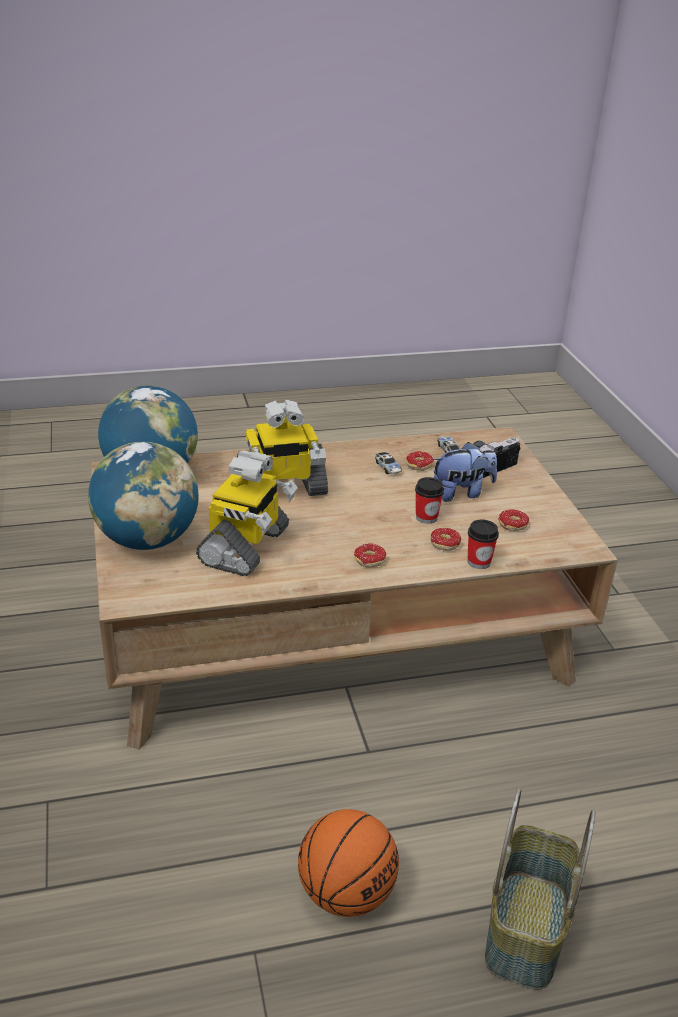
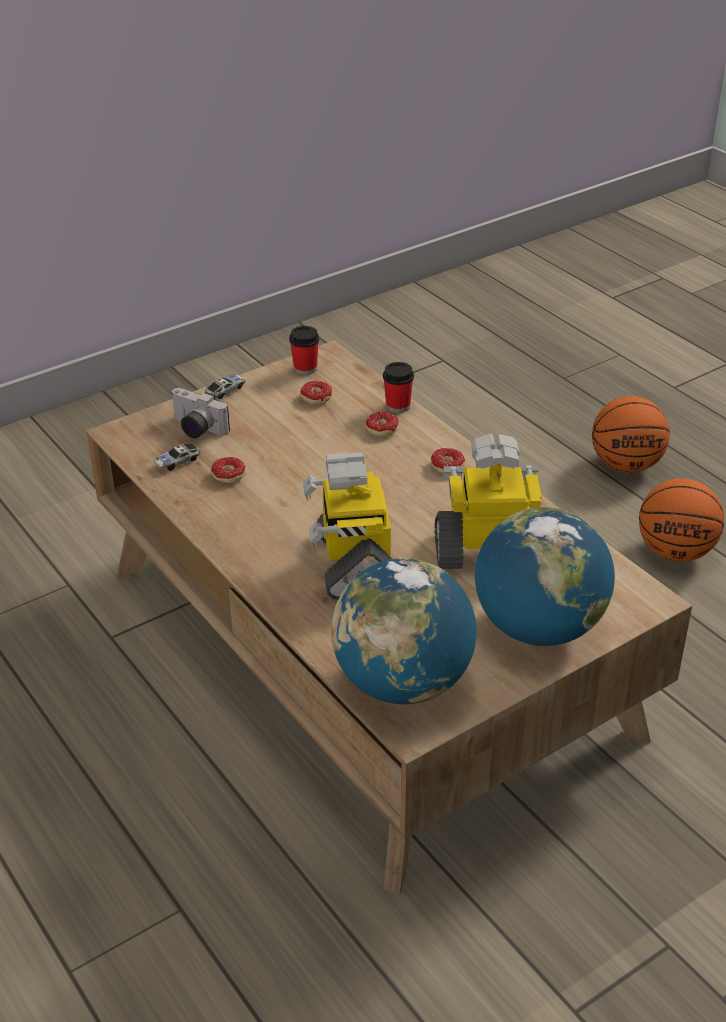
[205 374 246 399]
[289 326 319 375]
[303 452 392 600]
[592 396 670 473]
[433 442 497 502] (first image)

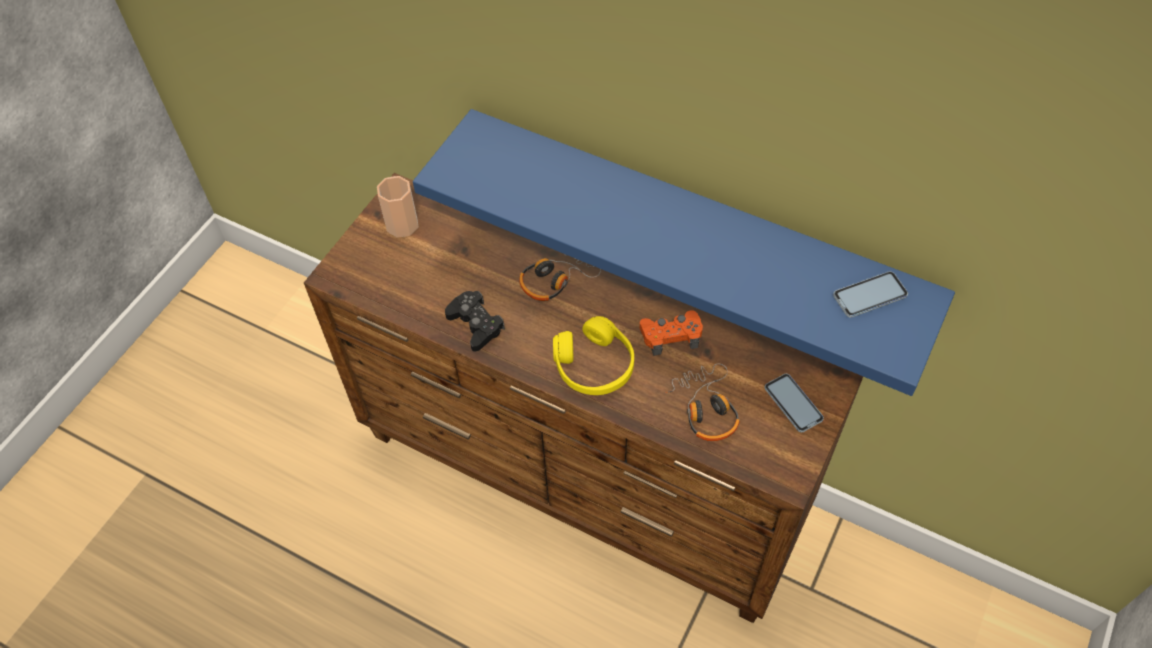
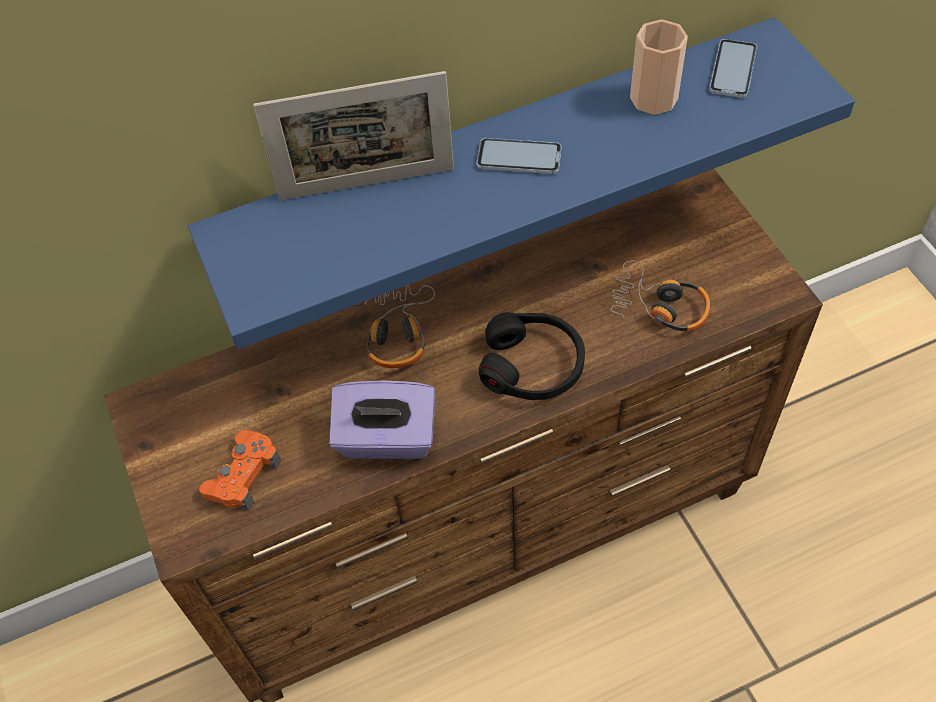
[199 430 281 511]
[253 71 454 200]
[329 381 436 459]
[477 138 562 174]
[479 312 585 400]
[630 19 688 115]

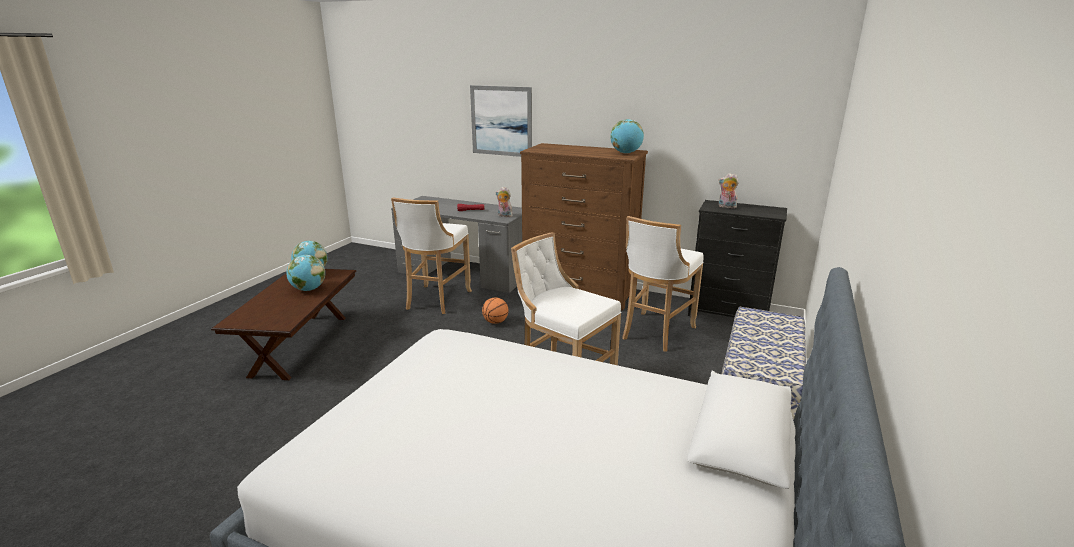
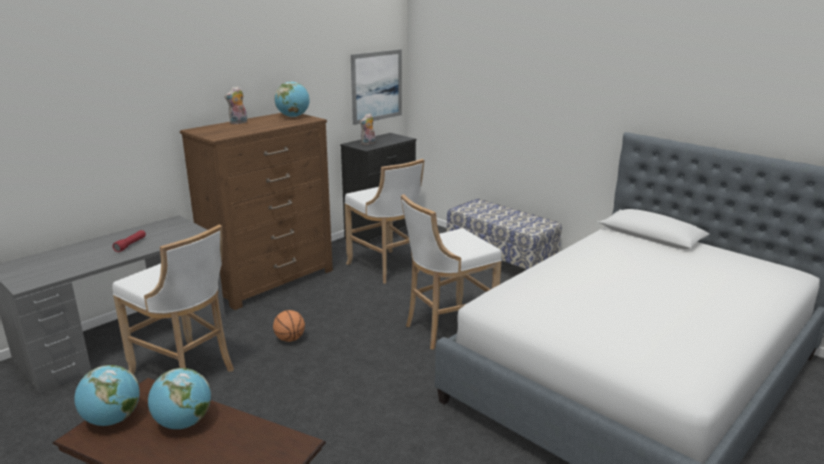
[225 86 247 124]
[351 49 402 125]

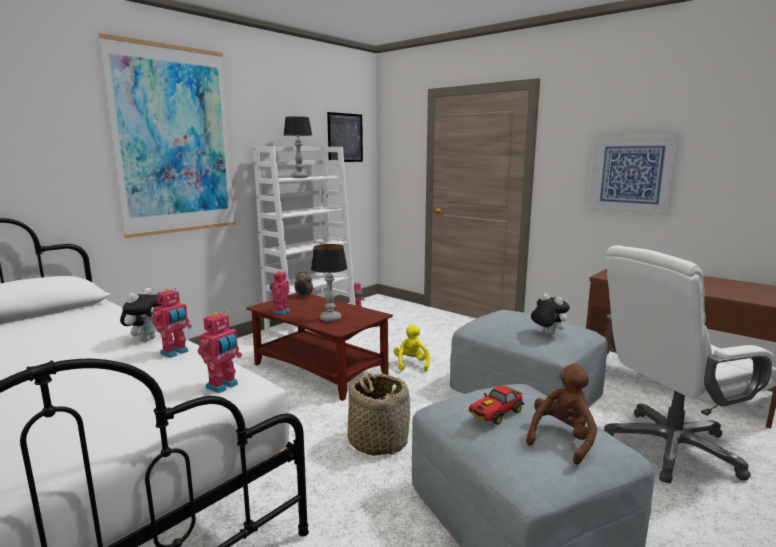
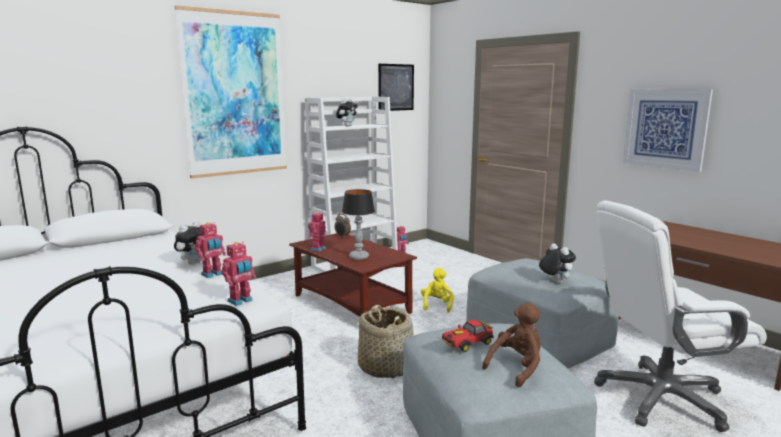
[336 99 358 126]

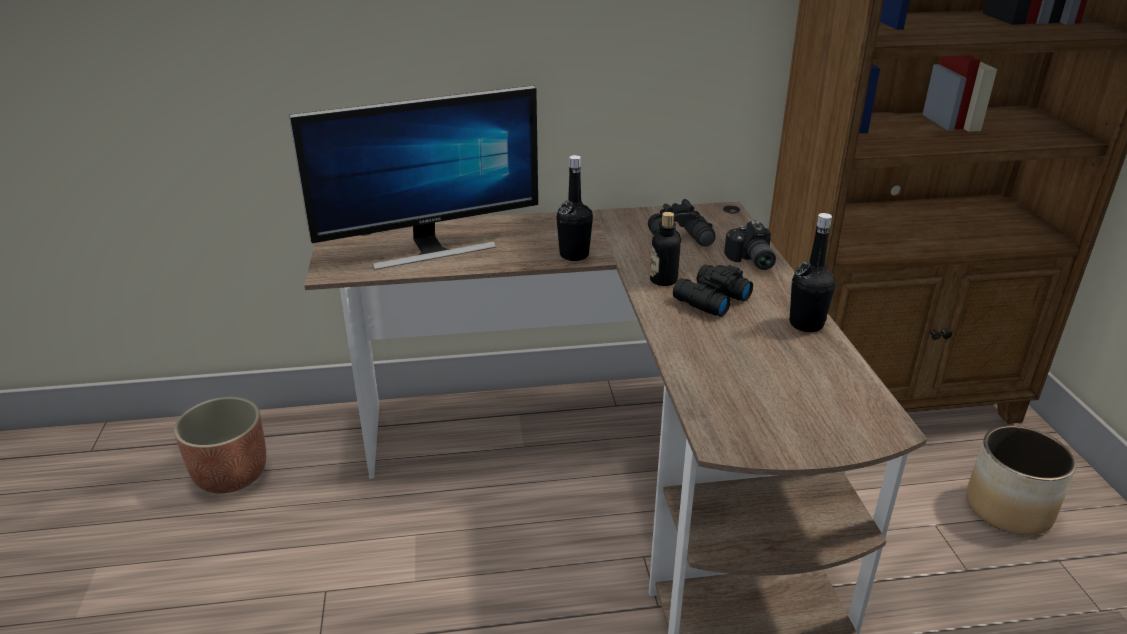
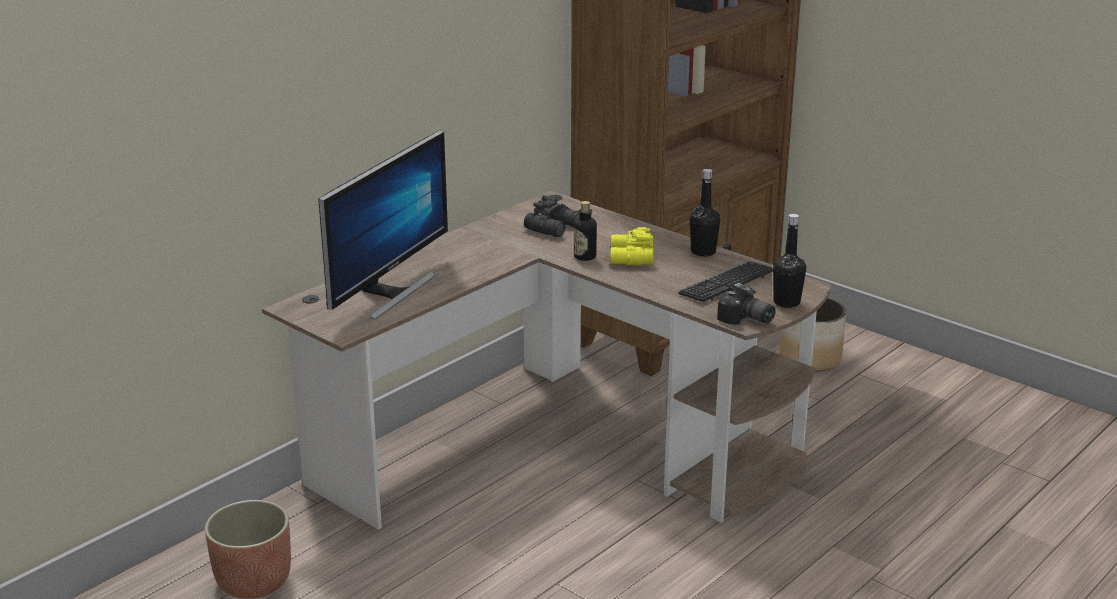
[610 227 653 265]
[678 261 773 302]
[717 283 775 325]
[773 214 806 308]

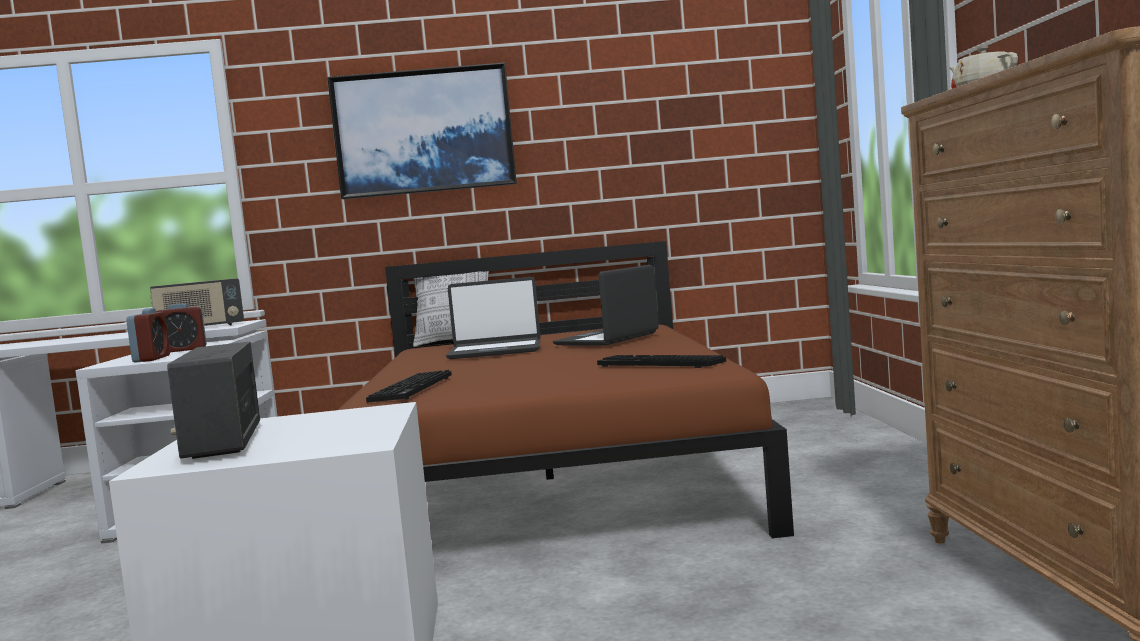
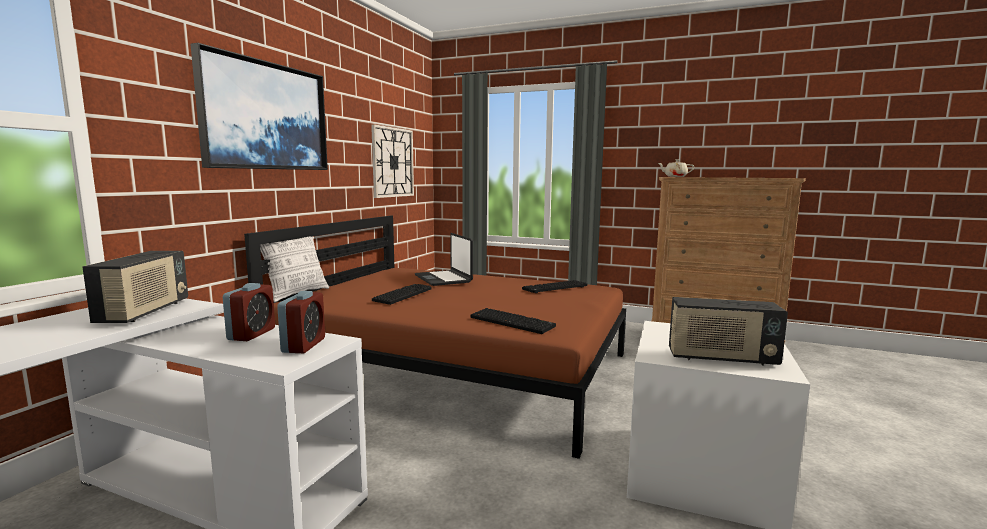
[277 291 325 353]
[371 124 414 198]
[372 284 432 305]

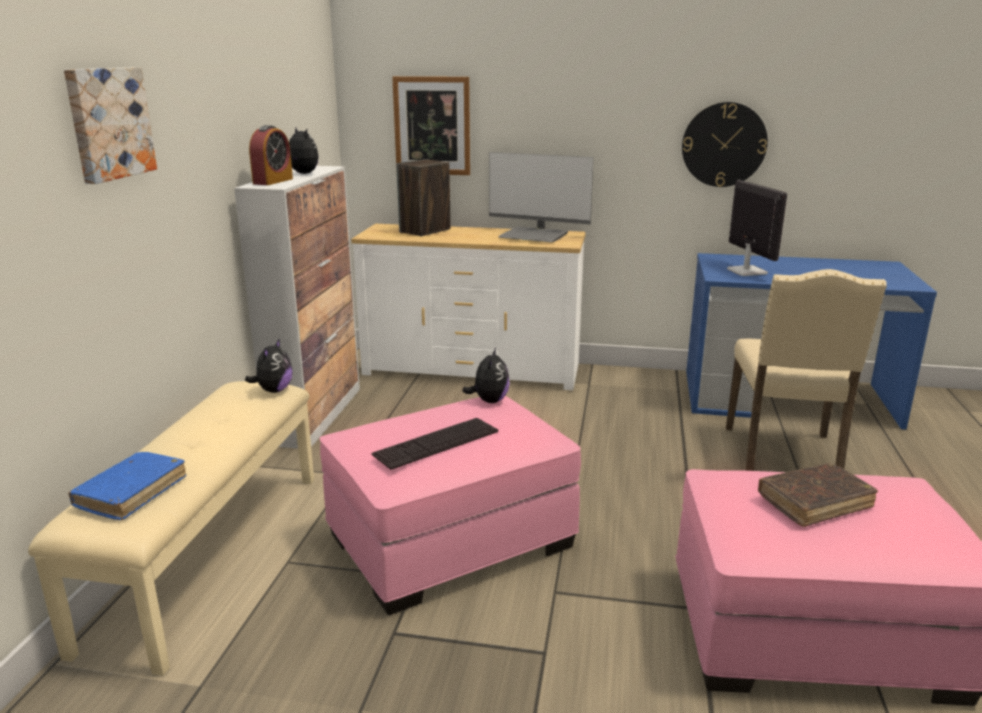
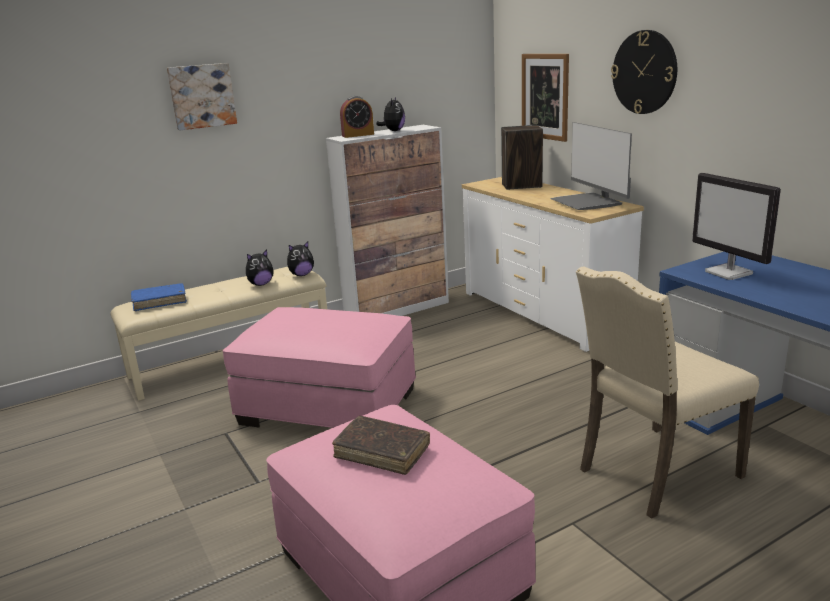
[246 250 274 286]
[611 30 677 114]
[692 173 781 280]
[371 418 498 470] (first image)

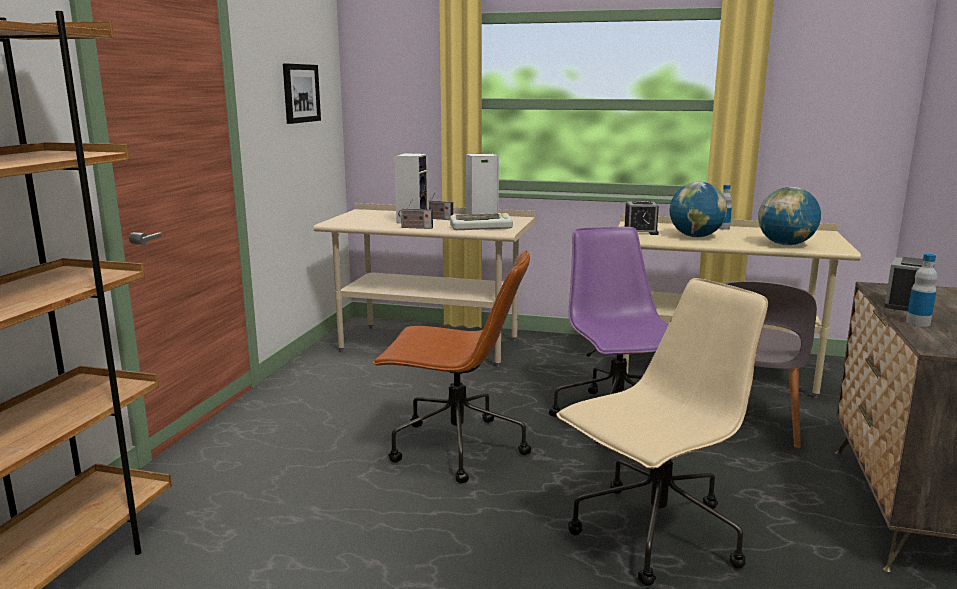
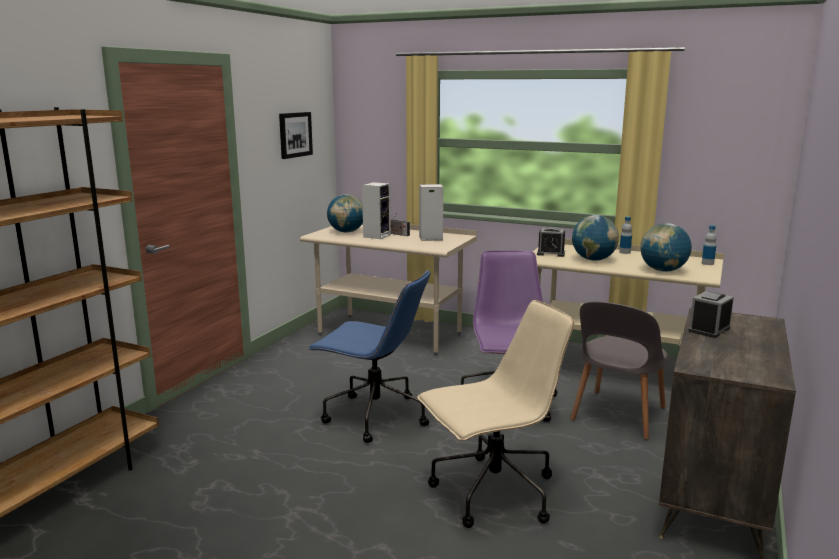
[307 269 431 443]
[327 194 363 233]
[702 225 717 265]
[398 199 433 229] (first image)
[450 213 513 230] (first image)

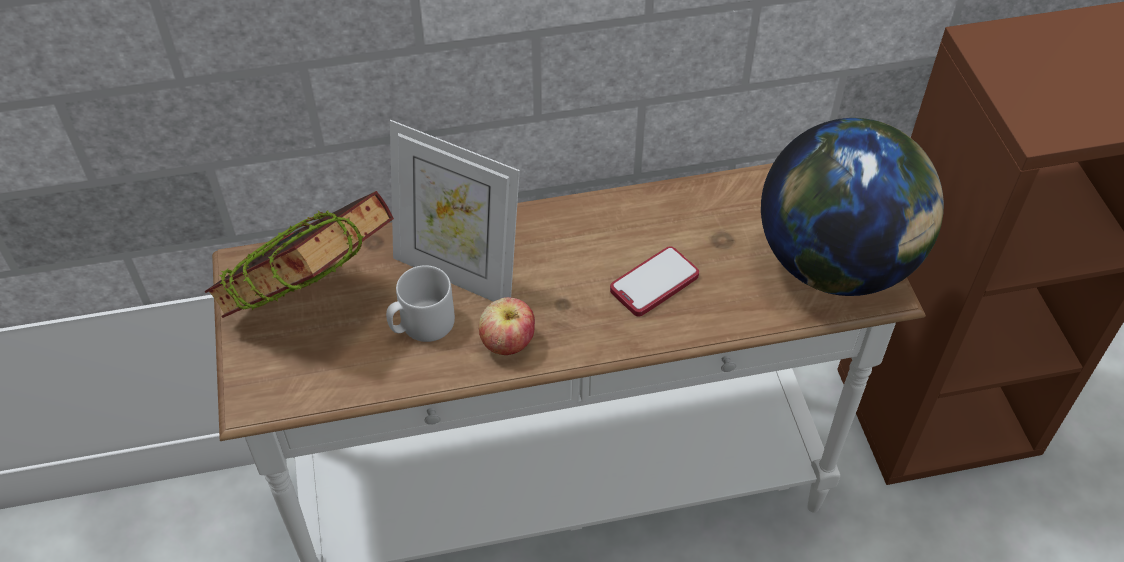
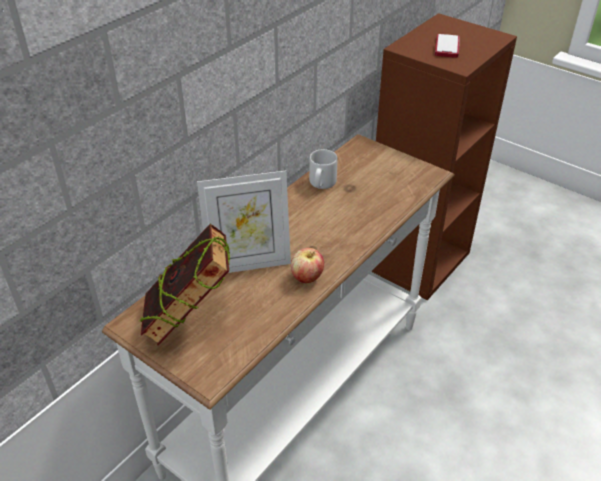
[309 149 338 189]
[435 34 460 58]
[761 118 944 296] (first image)

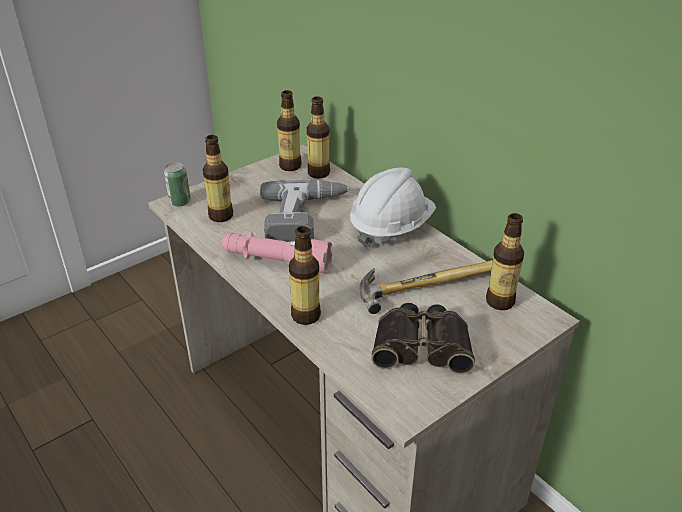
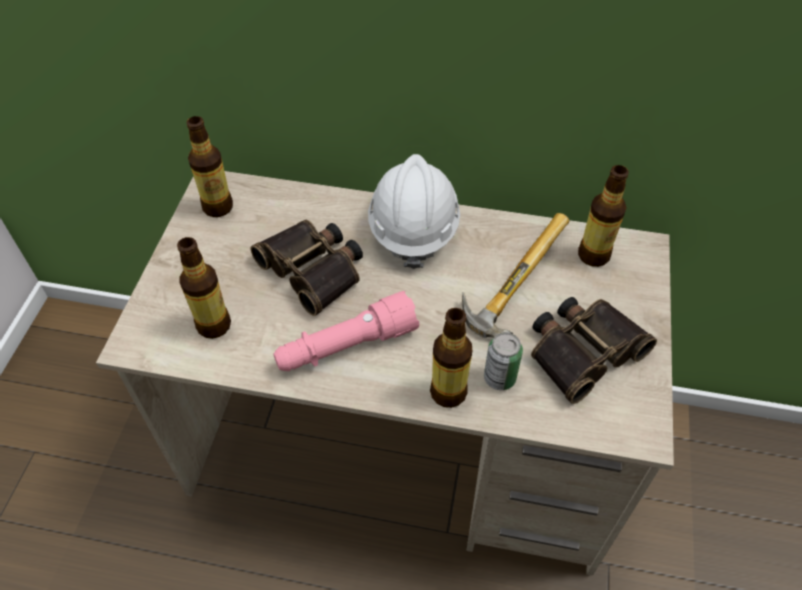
[250 219 363 316]
[484 332 523 390]
[307 97 330 179] (first image)

